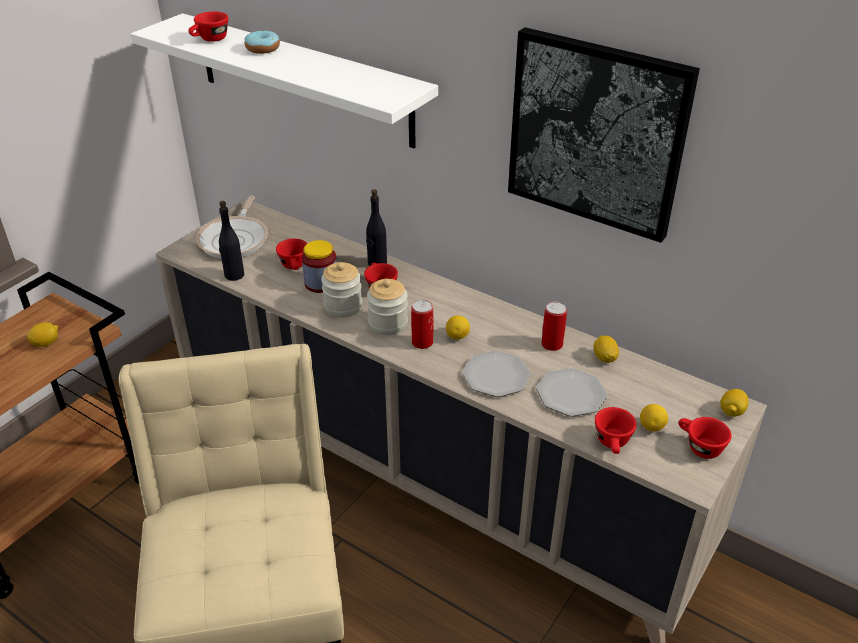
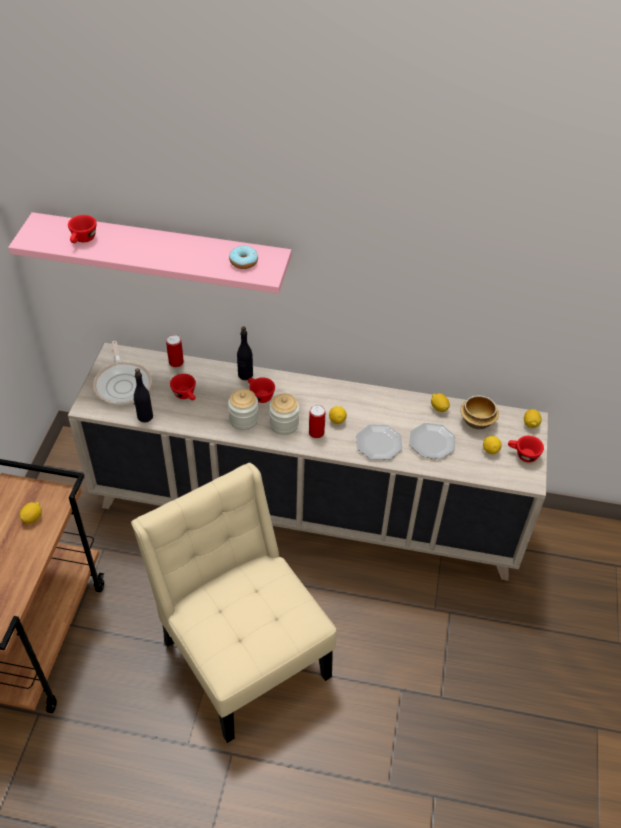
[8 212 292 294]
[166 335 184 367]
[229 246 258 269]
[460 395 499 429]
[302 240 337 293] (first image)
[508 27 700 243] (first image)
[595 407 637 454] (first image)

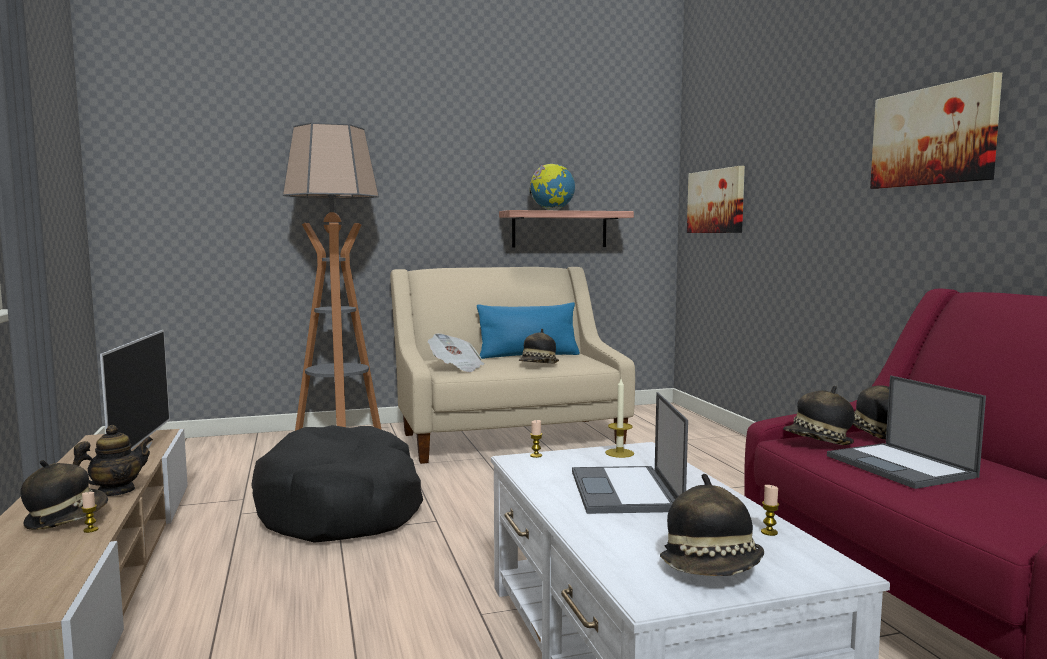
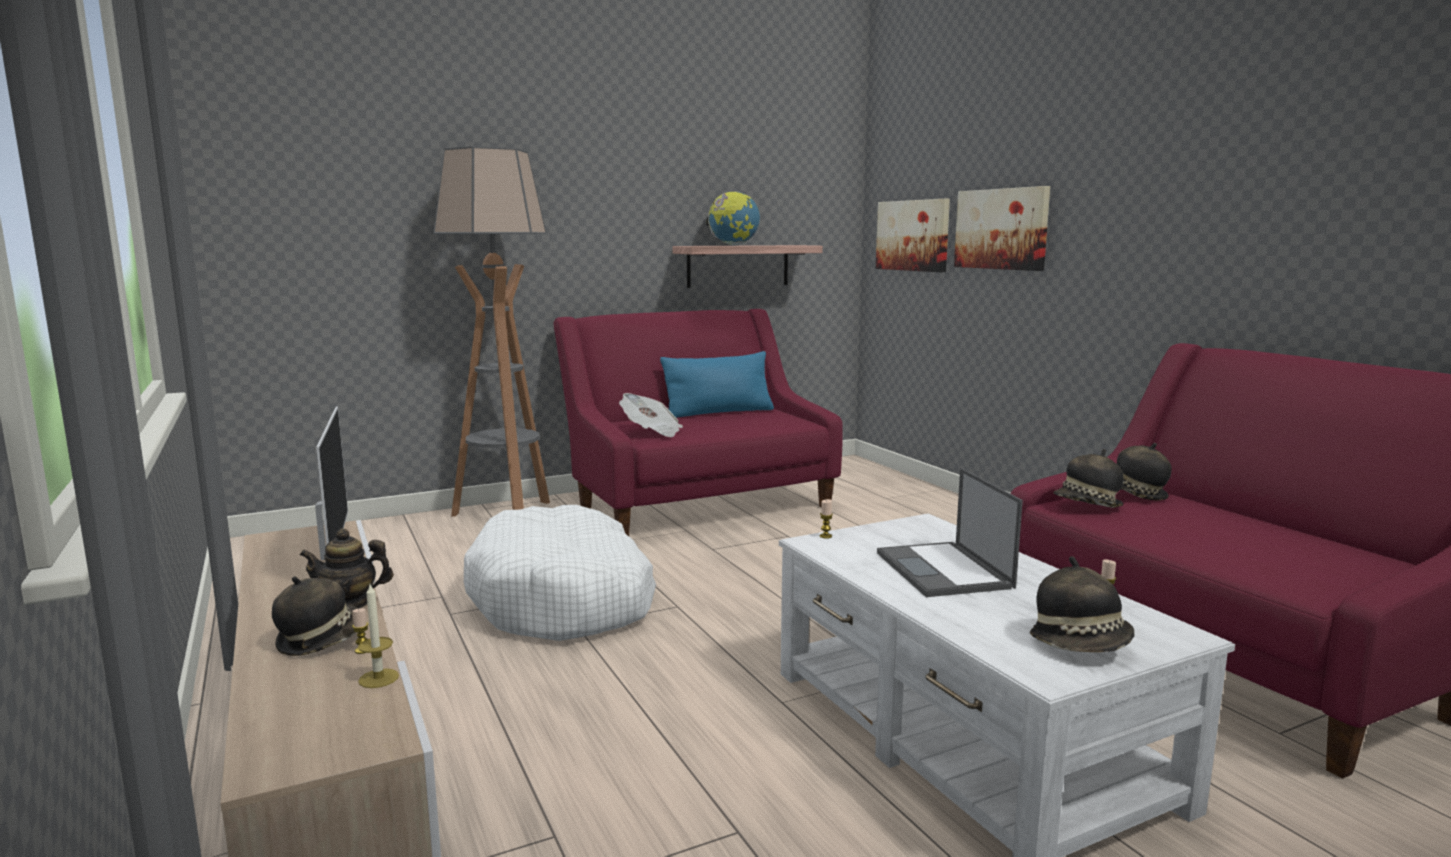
[300 528 394 609]
[358 584 399 688]
[464 505 656 641]
[553 309 843 536]
[954 186 1050 271]
[519 329 559 363] (first image)
[827 376 986 489] (first image)

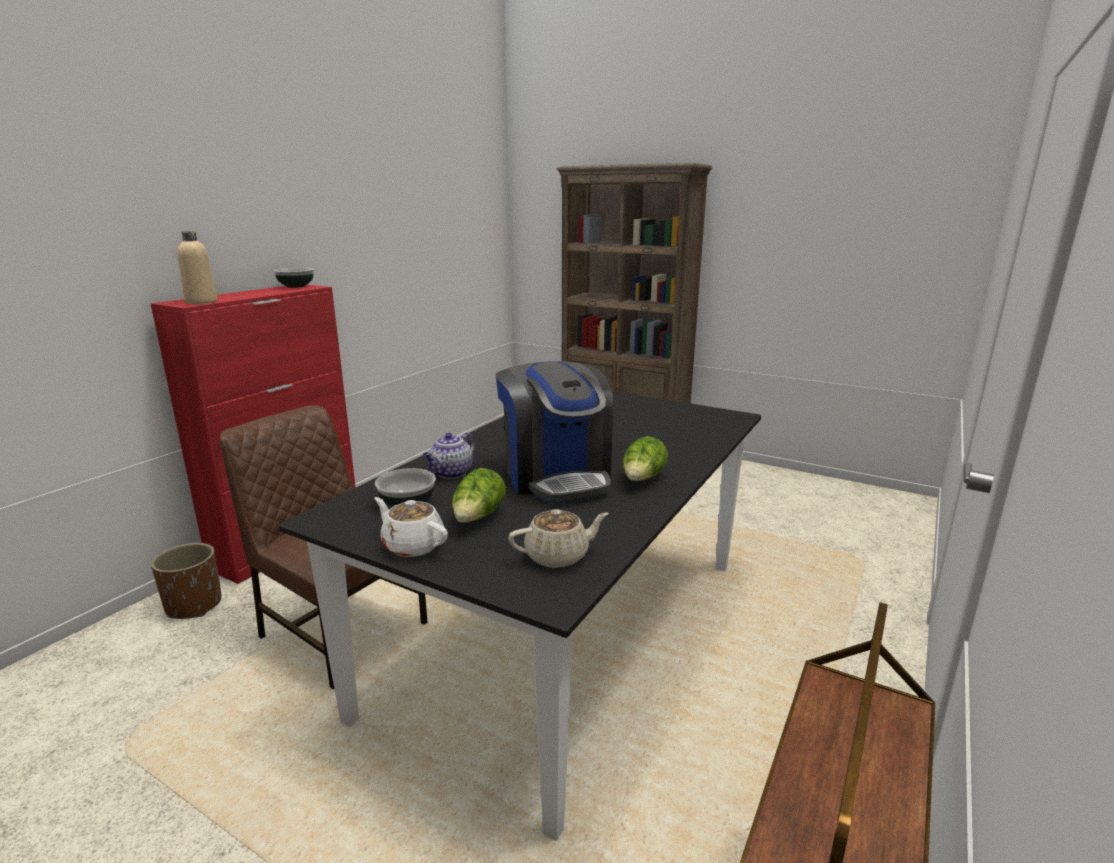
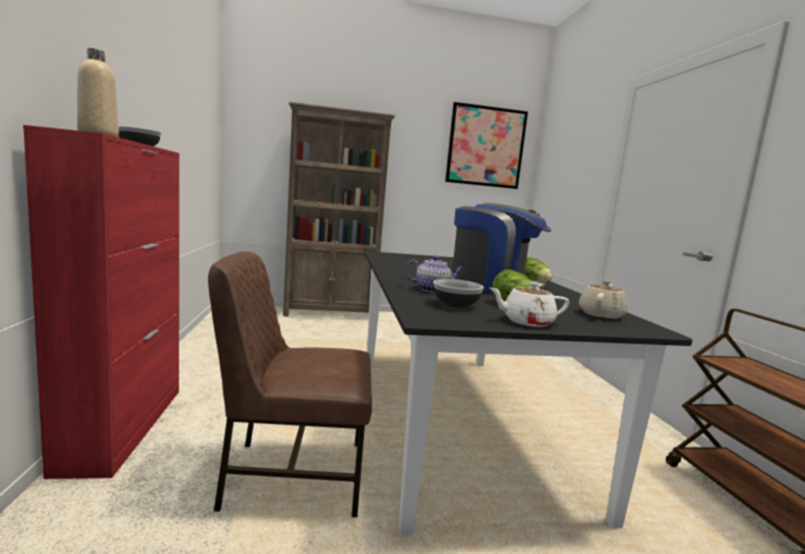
[405 256 465 293]
[445 102 528 189]
[151 543 222 619] (first image)

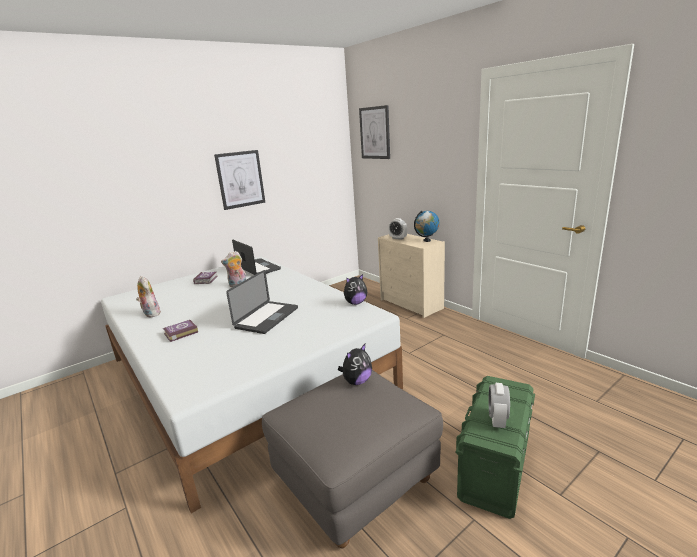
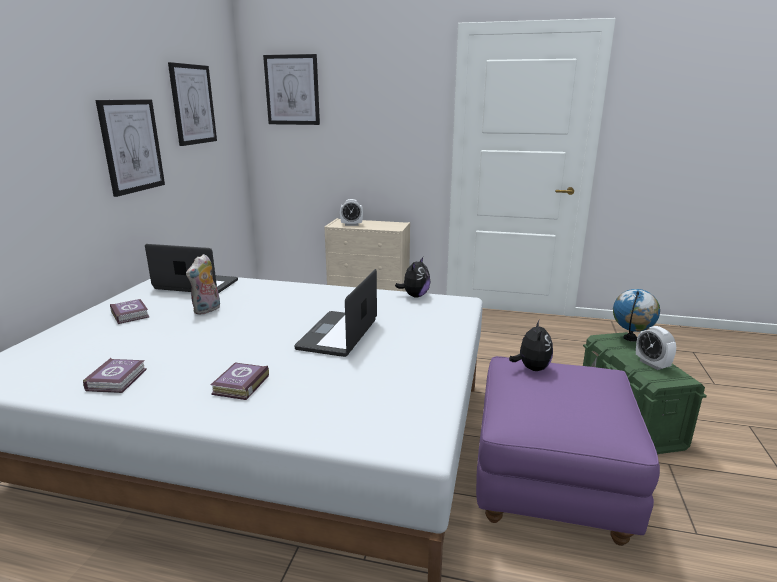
[83 358 147 393]
[168 62 217 146]
[295 269 377 357]
[476 356 660 546]
[613 289 660 342]

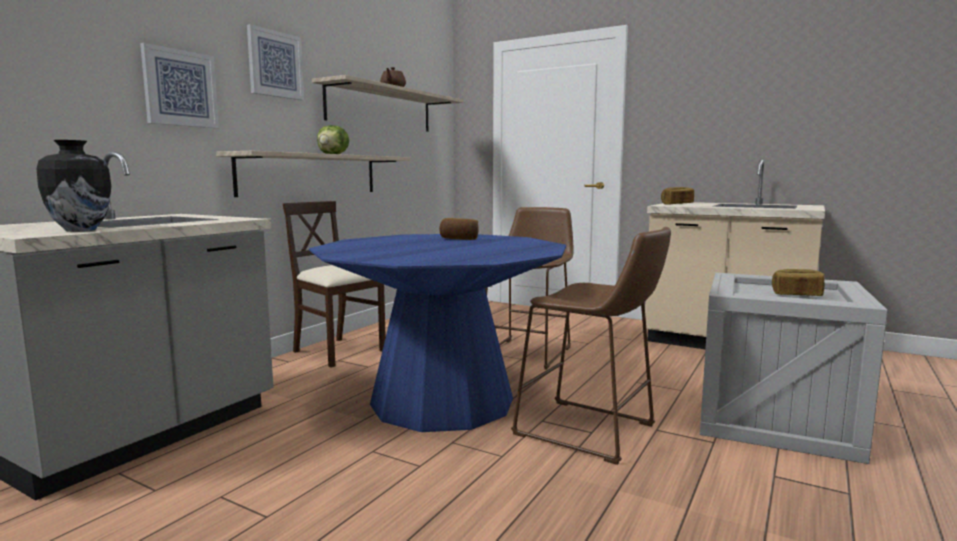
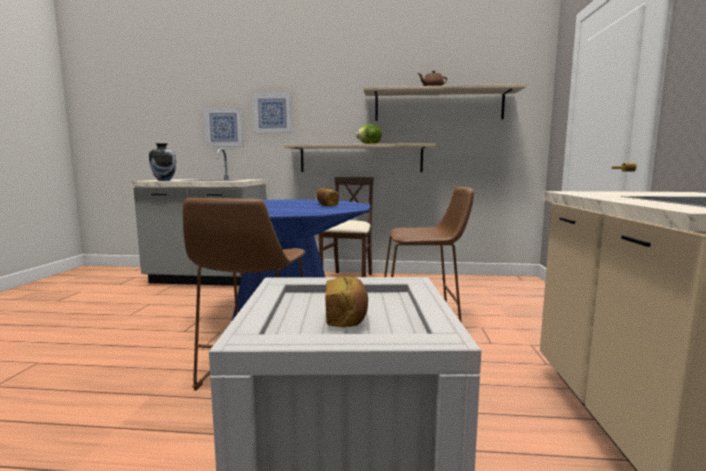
[204 107 243 147]
[661 187 694 205] (first image)

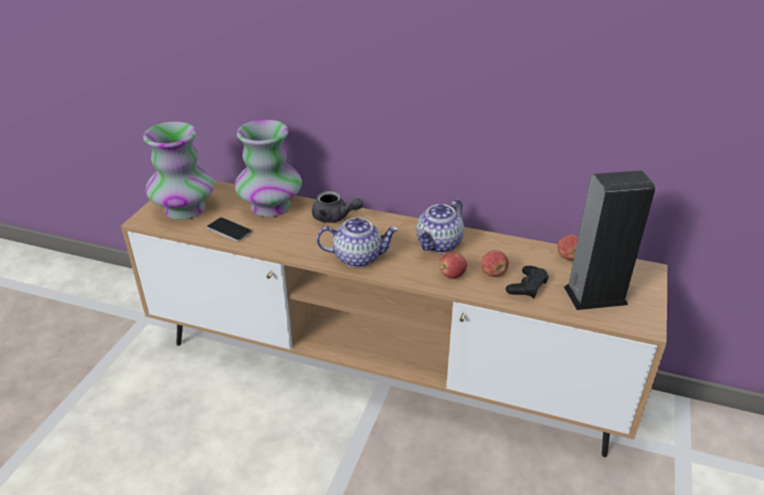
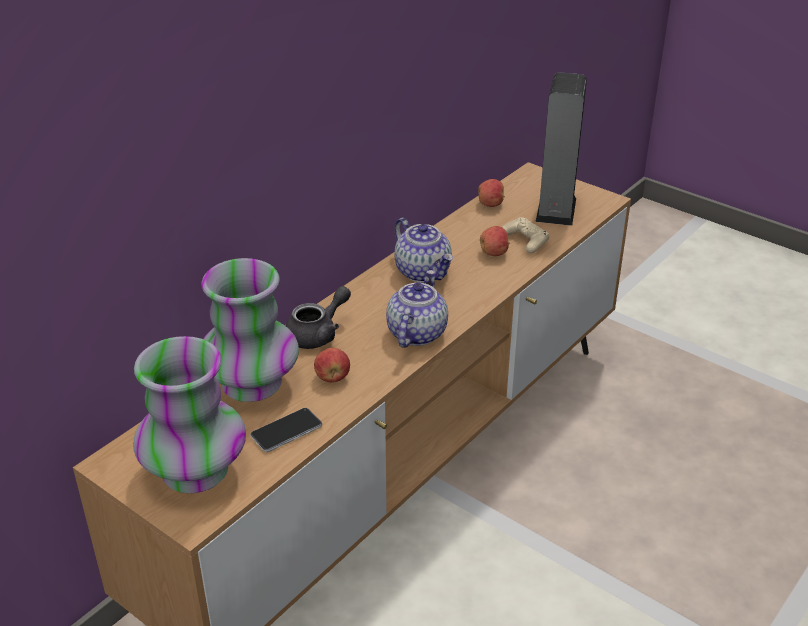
[314 348 350 383]
[502 217 550 253]

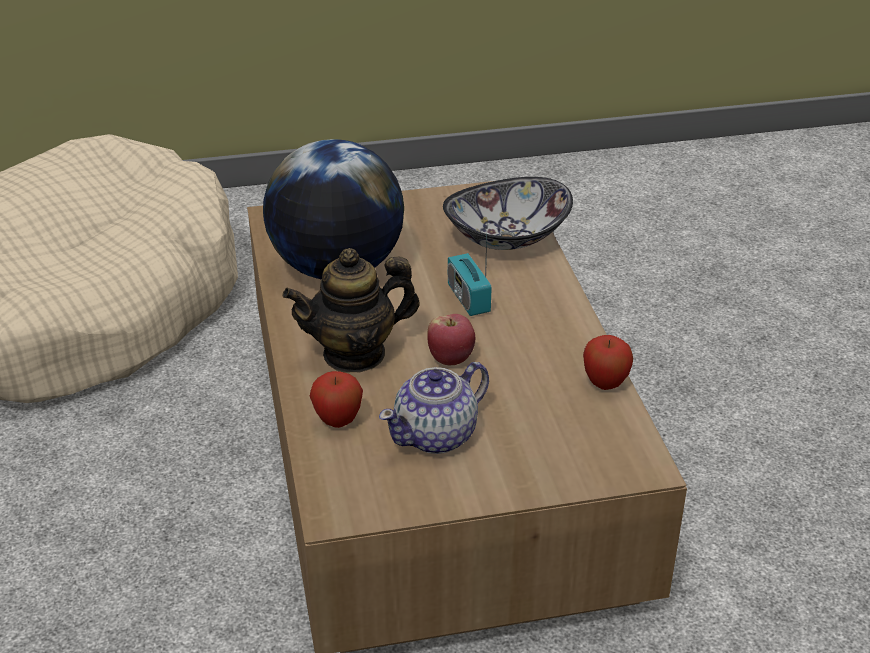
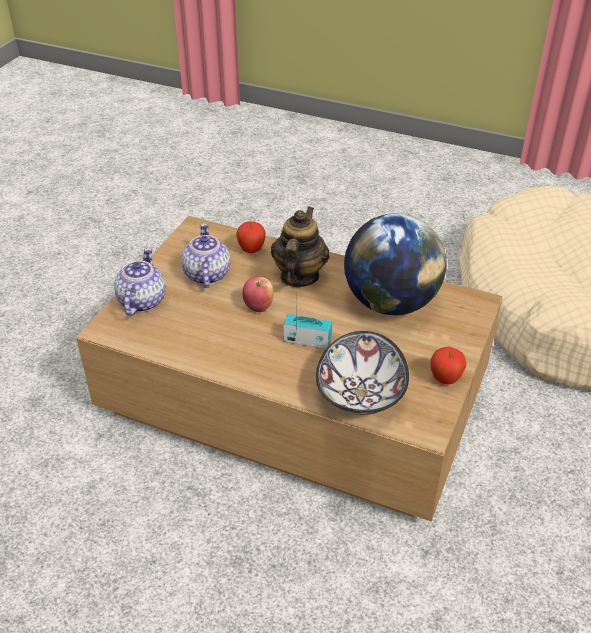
[114 248 166 316]
[430 347 466 384]

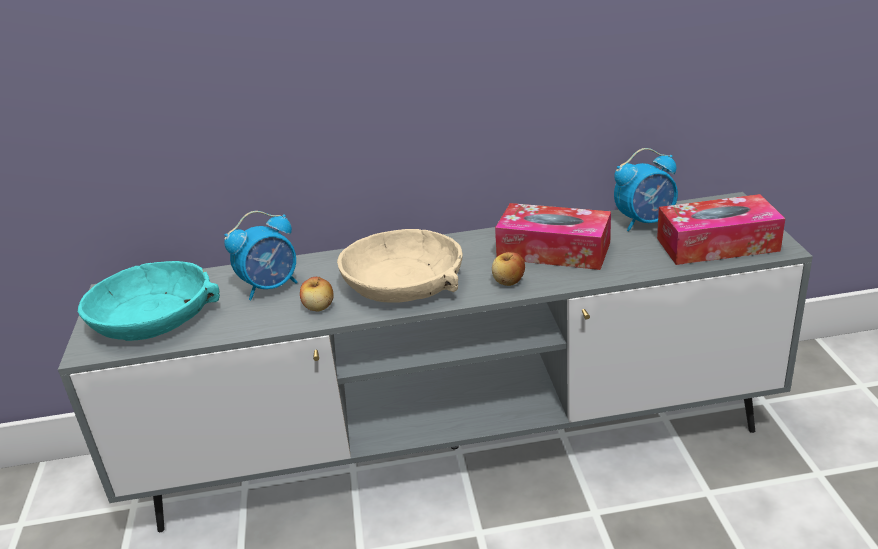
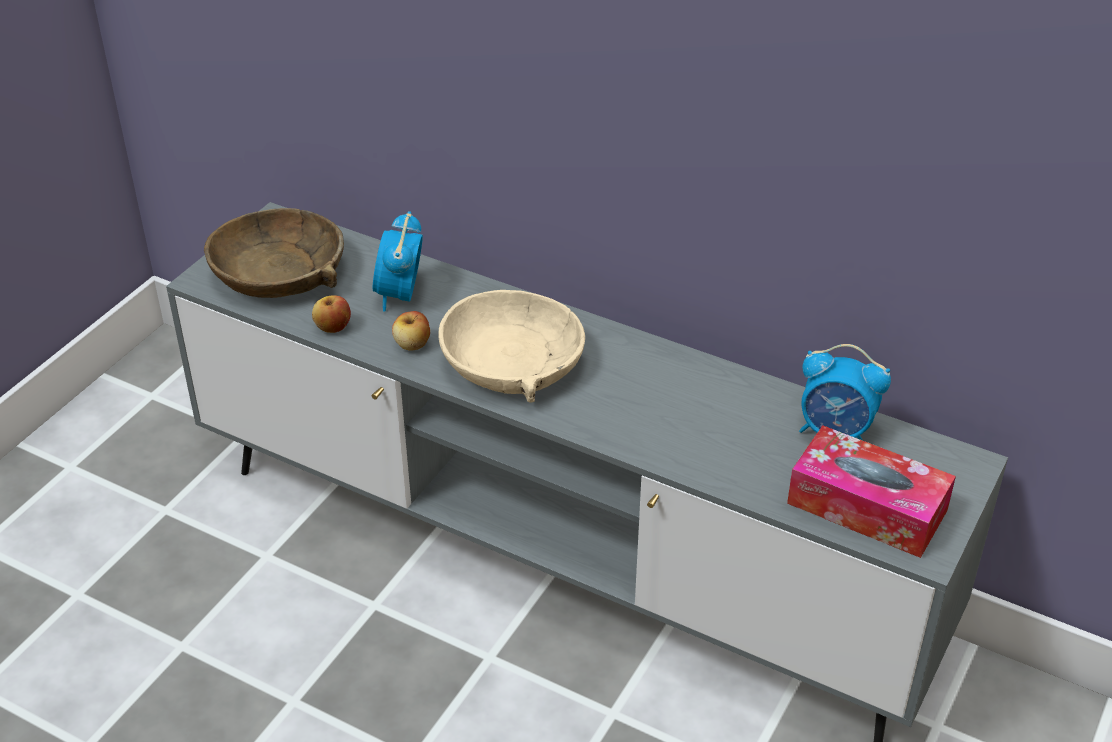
[204 208 344 298]
[312 295 351 333]
[373 211 423 311]
[495 203 611 270] (first image)

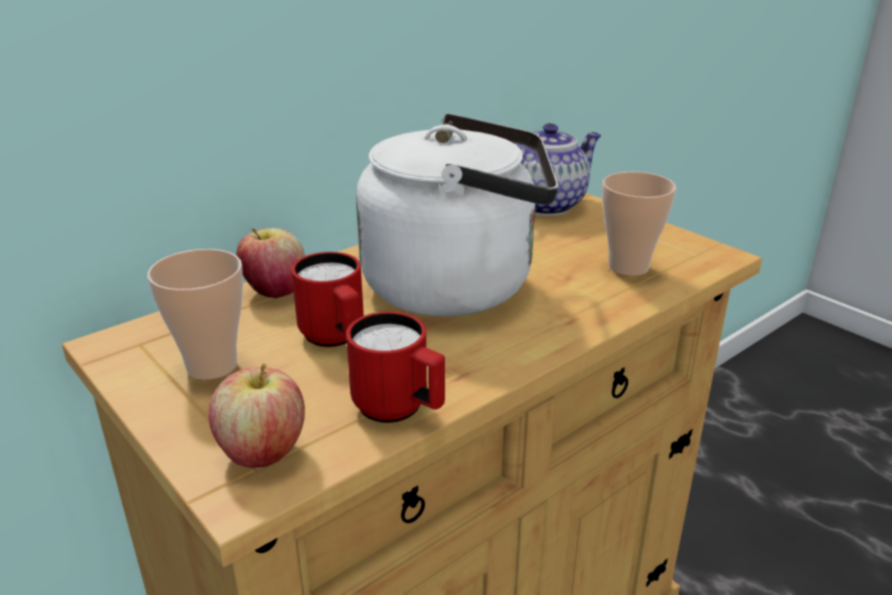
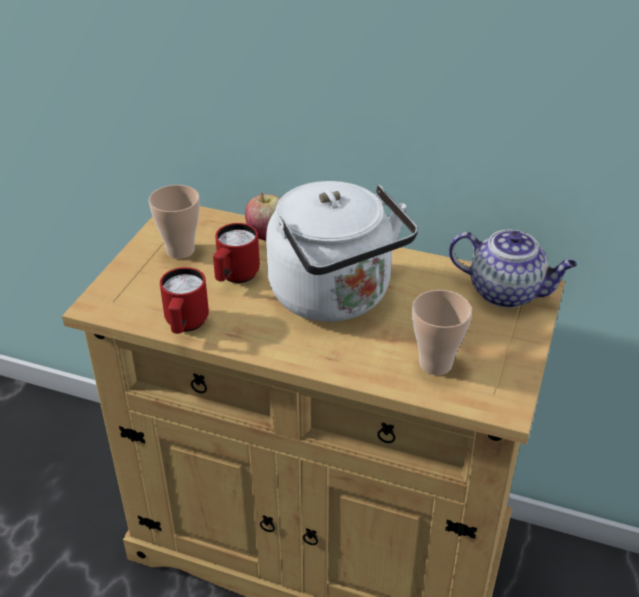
[208 363 305 468] (first image)

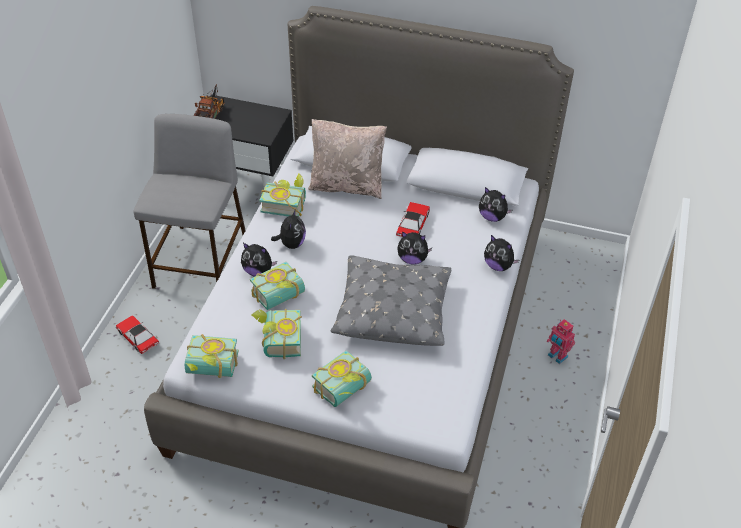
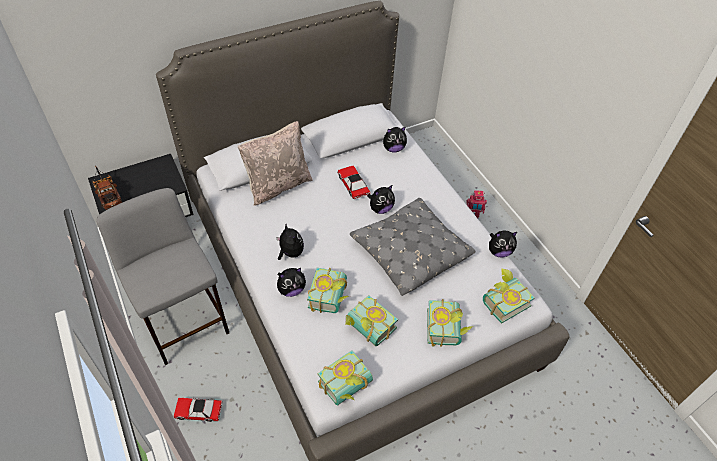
[483 269 535 324]
[489 231 517 257]

